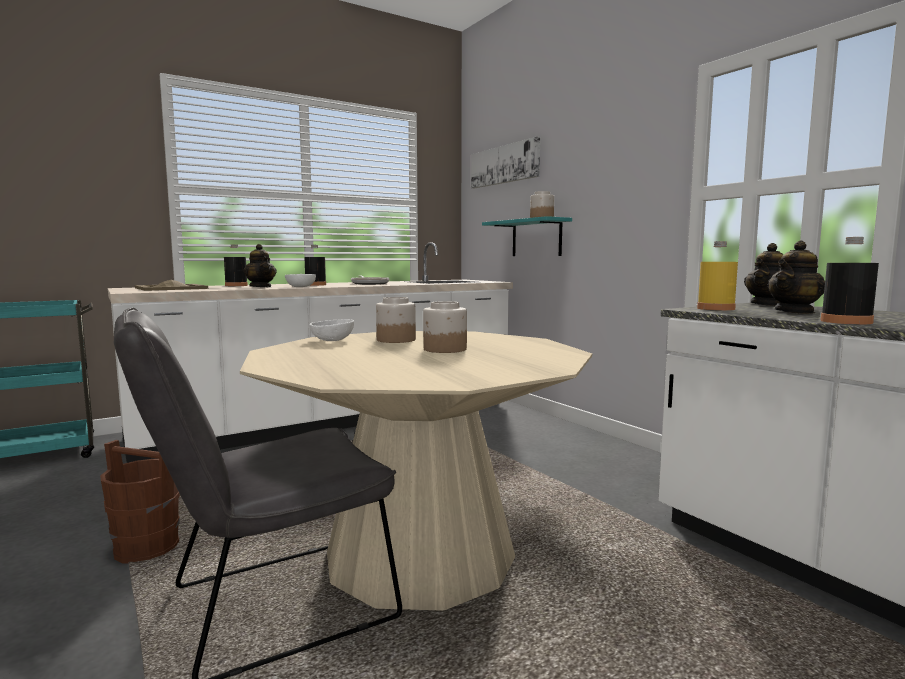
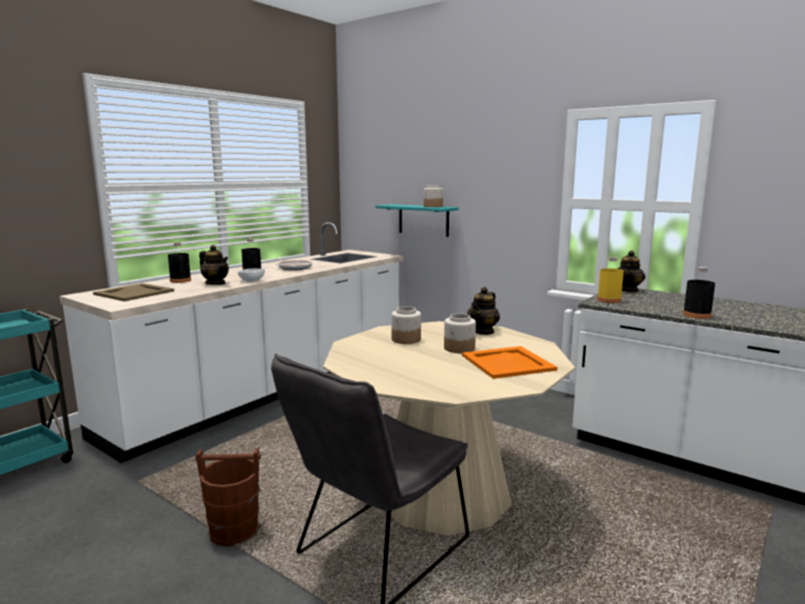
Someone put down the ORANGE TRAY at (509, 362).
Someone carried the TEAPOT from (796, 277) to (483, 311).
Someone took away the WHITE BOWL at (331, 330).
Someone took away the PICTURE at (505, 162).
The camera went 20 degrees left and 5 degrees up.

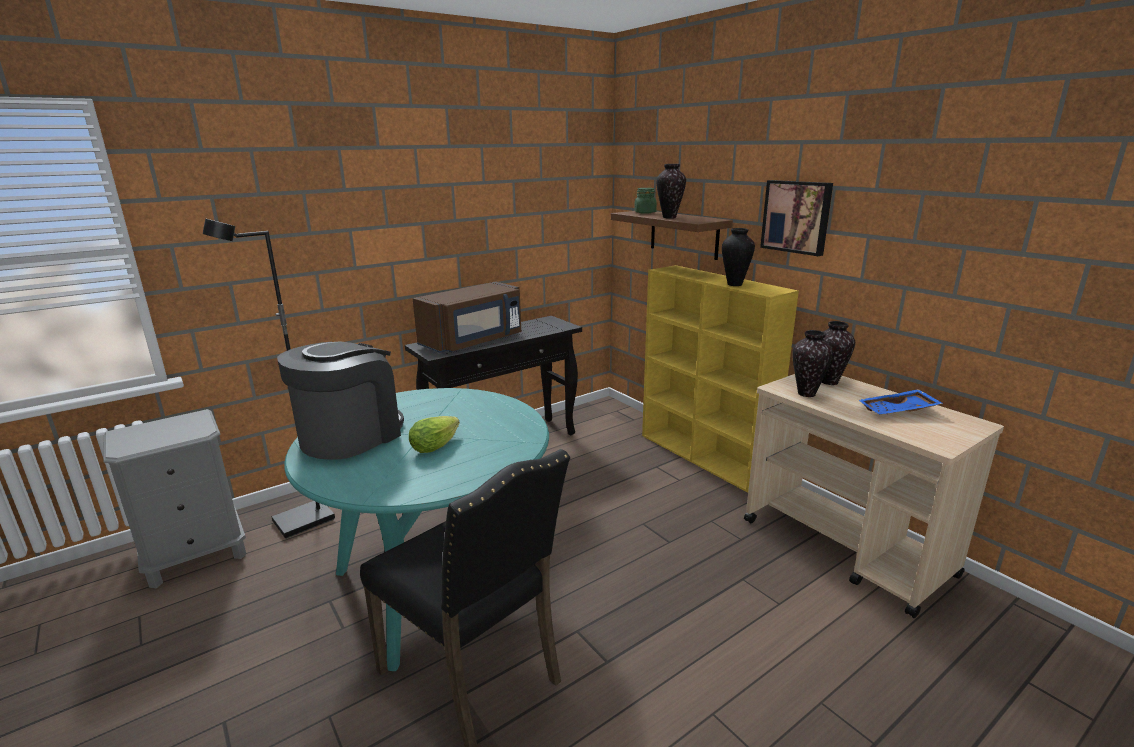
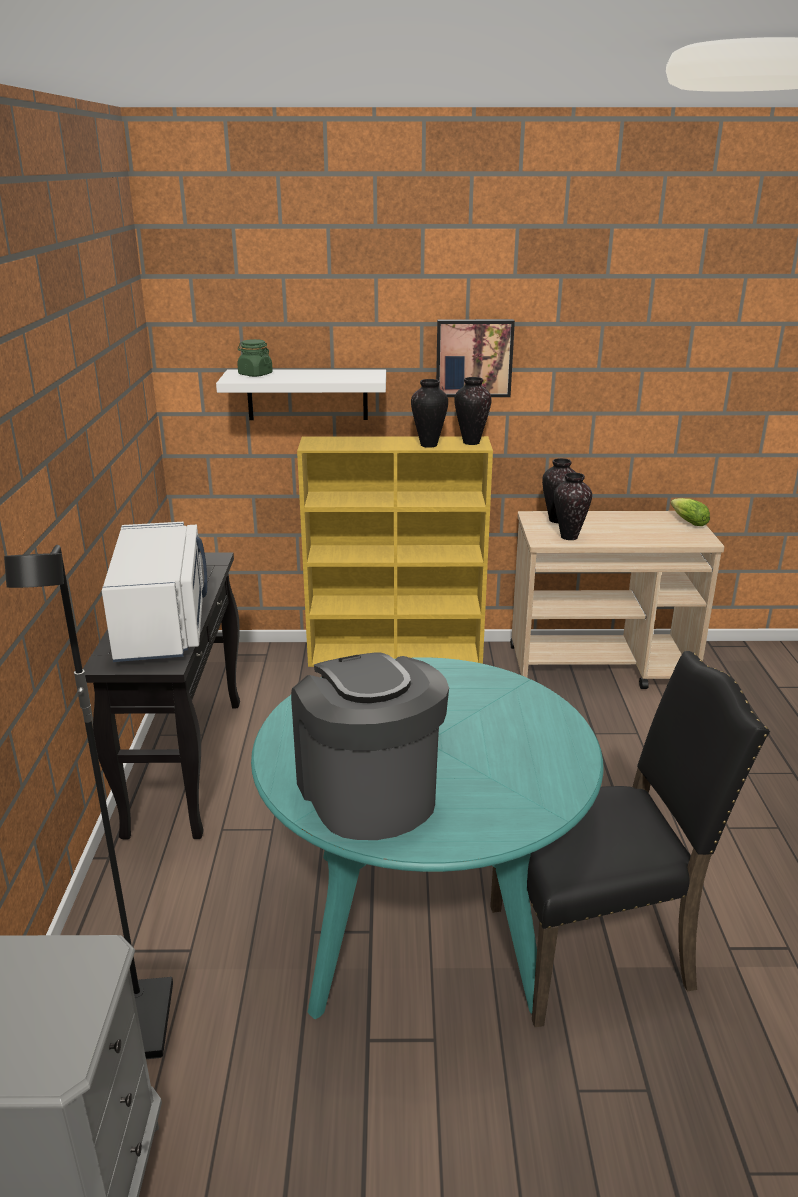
Someone repainted the BROWN MICROWAVE at (467, 317), which became the WHITE MICROWAVE at (154, 592).
Someone repainted the BROWN SHELF at (672, 235), which became the WHITE SHELF at (301, 394).
Someone carried the VASE from (671, 191) to (473, 411).
Someone carried the LETTUCE from (434, 434) to (690, 512).
Someone took away the BLUE TRAY at (901, 401).
The camera went 55 degrees left and 5 degrees up.

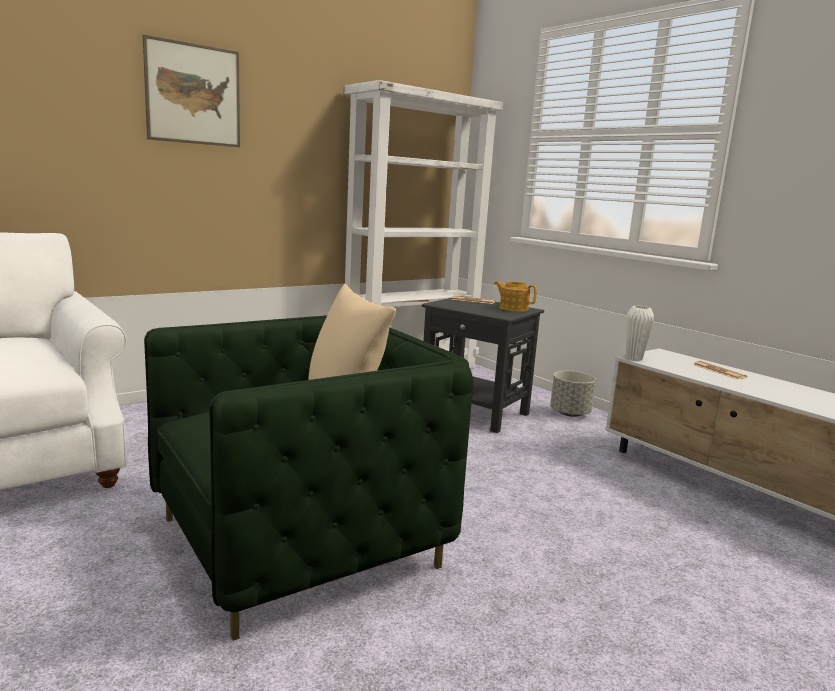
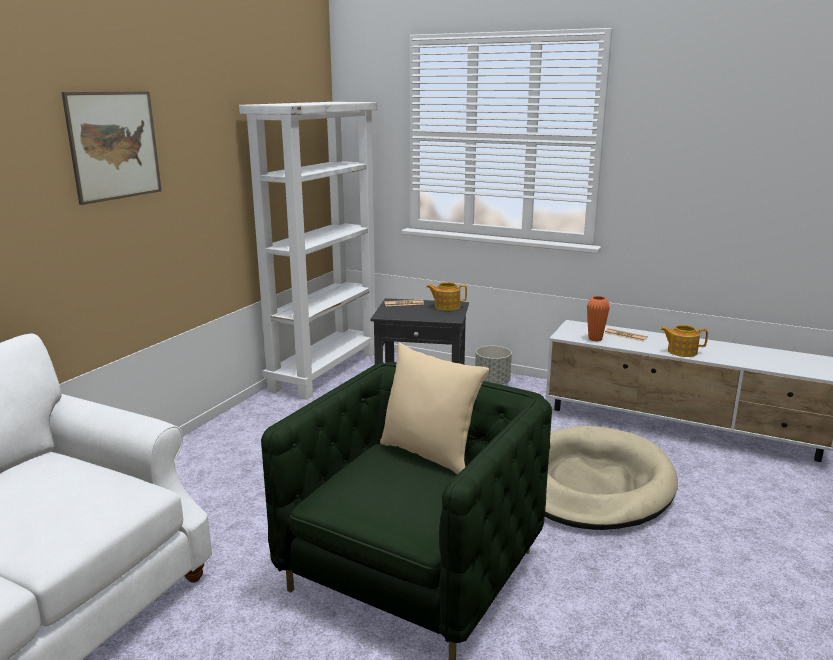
Someone put down the BEIGE DOG BED at (611, 478).
Someone put down the ORANGE VASE at (598, 318).
Someone put down the TEAPOT at (684, 341).
Someone took away the WHITE VASE at (640, 333).
The camera went 25 degrees left and 5 degrees up.

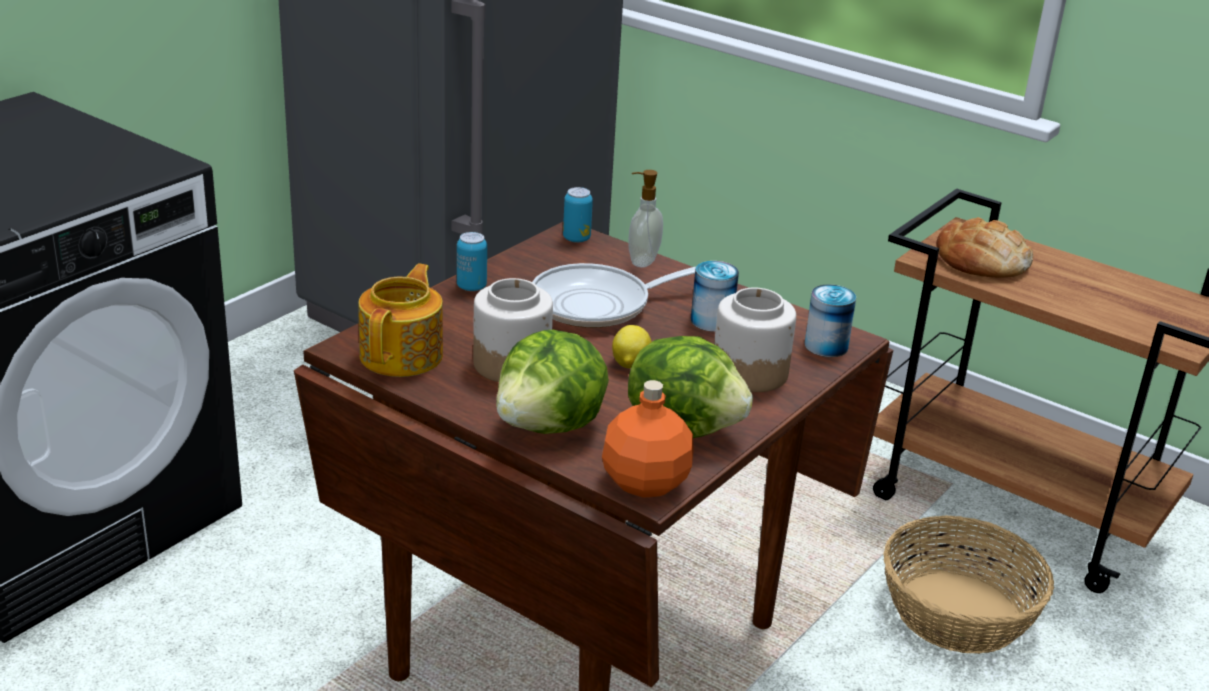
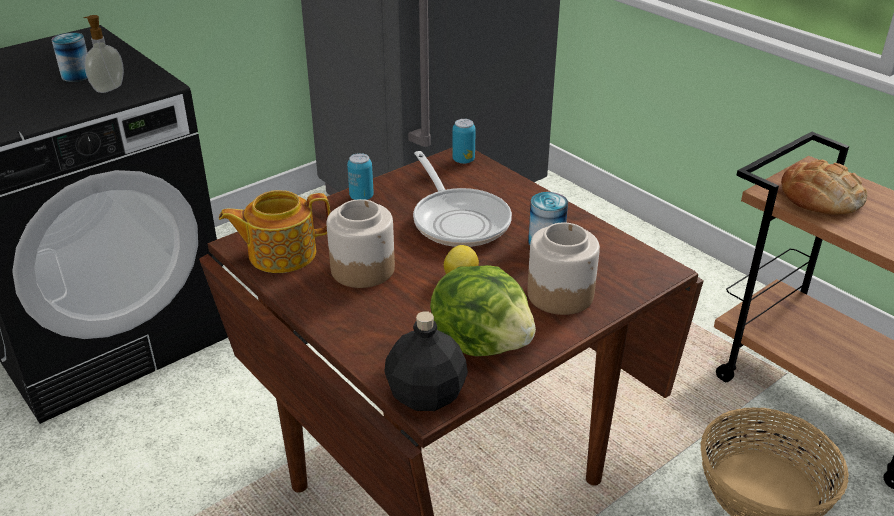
Someone carried the CAN from (830, 320) to (70, 57).
Someone carried the SOAP DISPENSER from (645, 219) to (103, 54).
Someone rotated the TEAPOT at (400, 320) by 135 degrees counterclockwise.
Someone repainted the ORANGE BOTTLE at (648, 439), which became the BLACK BOTTLE at (426, 361).
Someone rotated the FRYING PAN at (614, 295) by 105 degrees counterclockwise.
Someone took away the LETTUCE at (552, 382).
The camera went 15 degrees right and 5 degrees up.

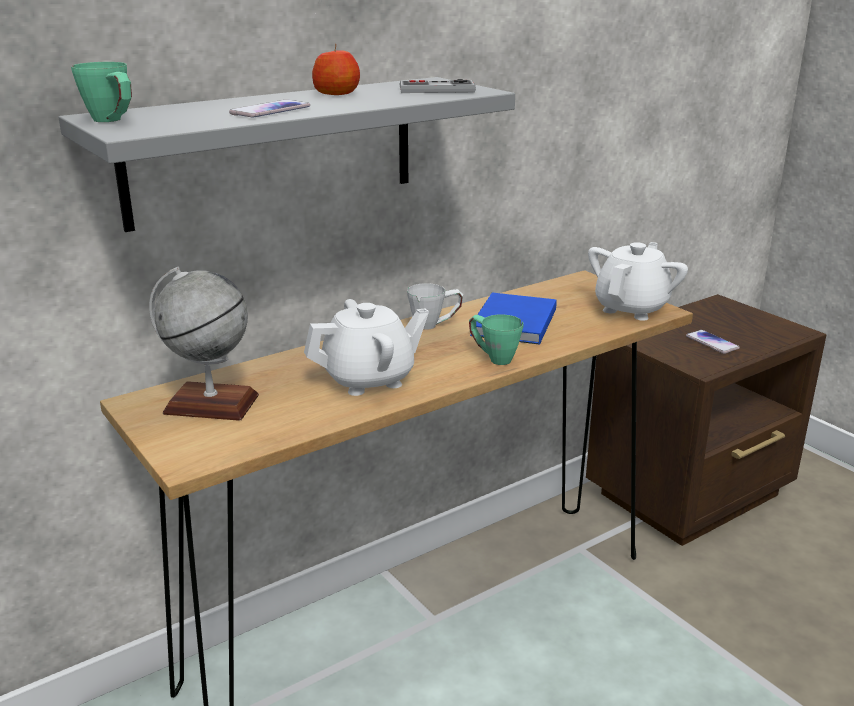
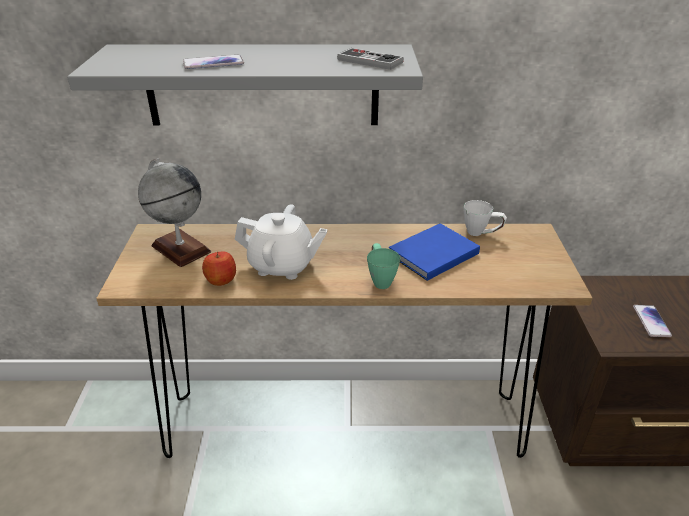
Someone carried the APPLE from (336, 69) to (219, 268).
Someone carried the WHITE MUG from (435, 306) to (485, 218).
Someone took away the GREEN MUG at (101, 92).
Someone took away the WHITE TEAPOT at (638, 281).
The camera went 35 degrees right and 10 degrees up.

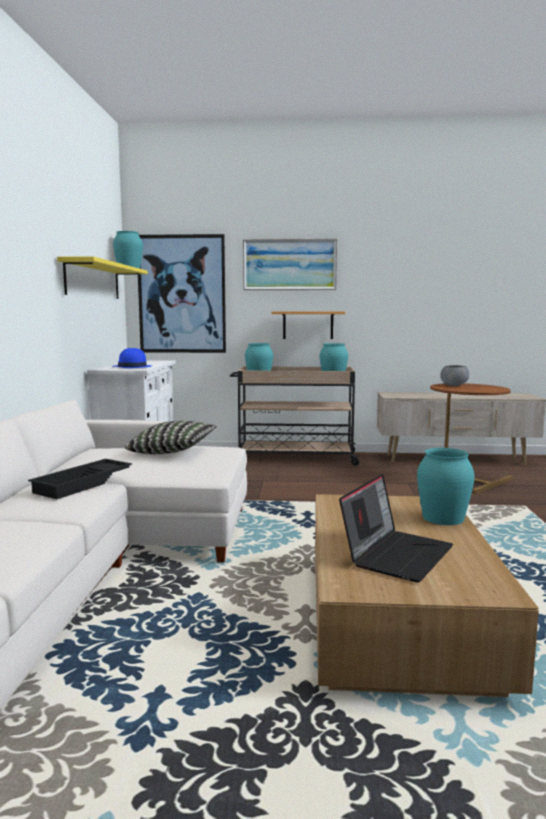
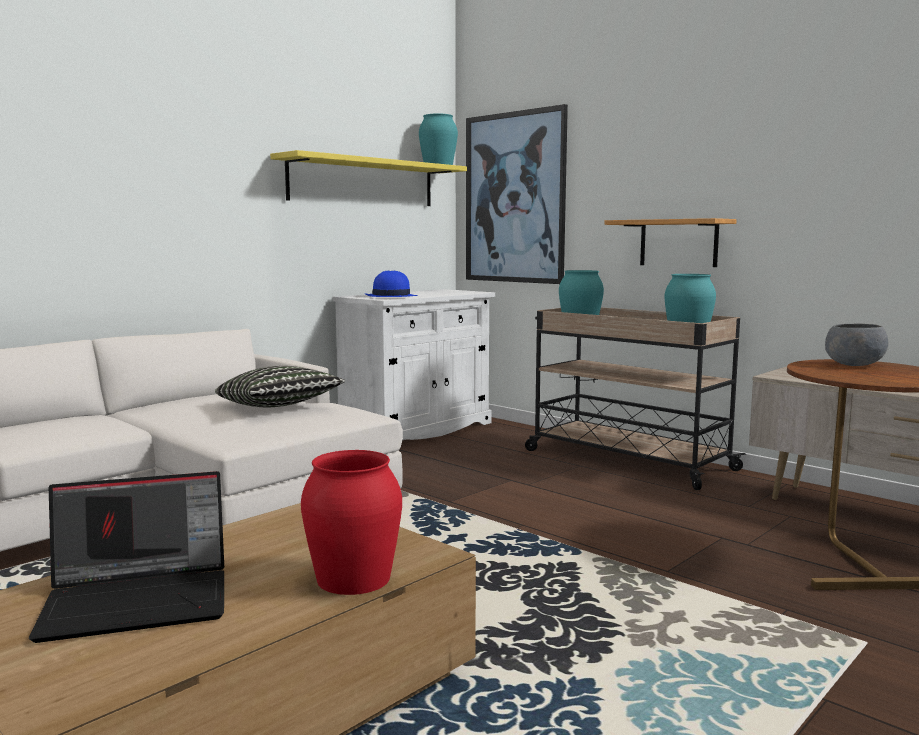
Someone repainted the TURQUOISE VASE at (446, 486), which became the RED VASE at (351, 522).
Someone took away the BLACK TRAY at (80, 479).
Someone took away the PICTURE at (290, 264).
The camera went 40 degrees right and 0 degrees up.

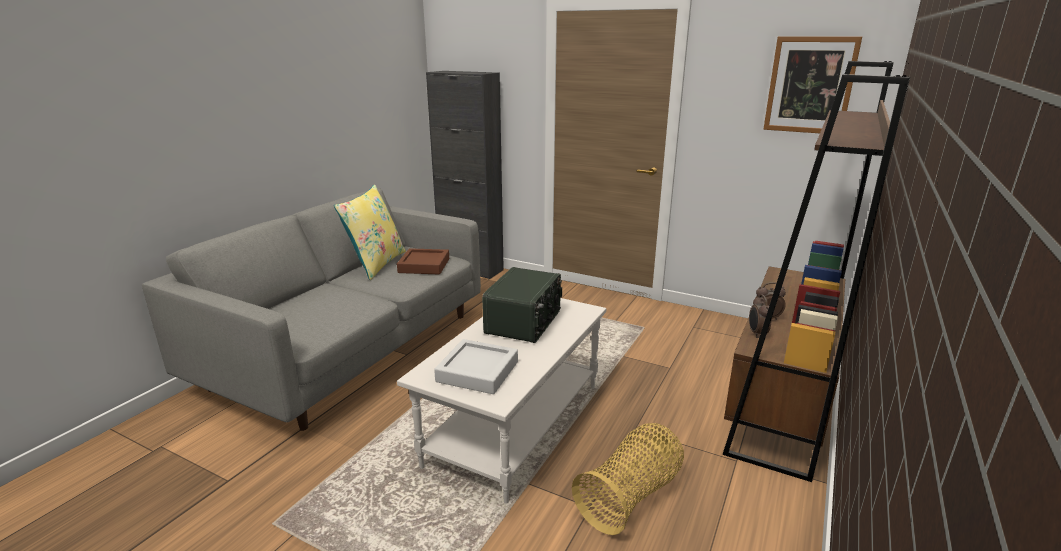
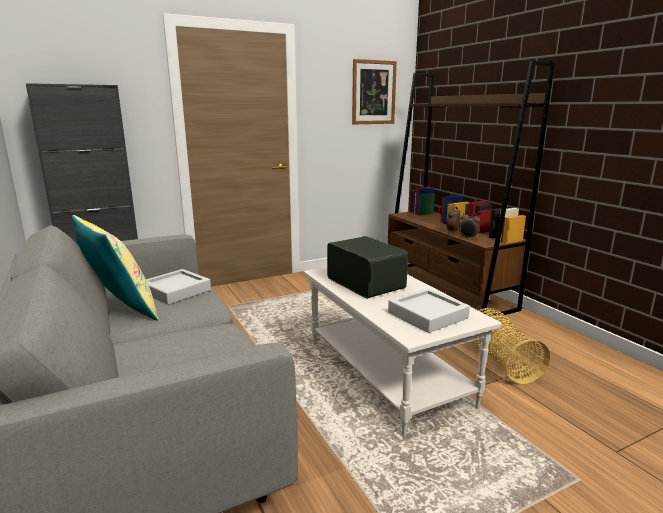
Someone repainted the BROWN TRAY at (423, 261), which became the GREY TRAY at (178, 287).
The camera went 55 degrees left and 5 degrees down.

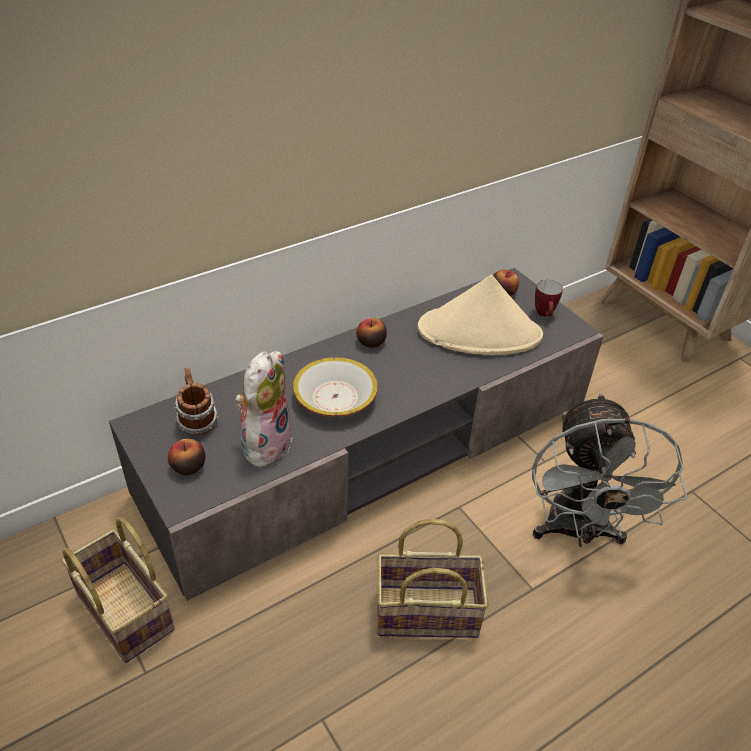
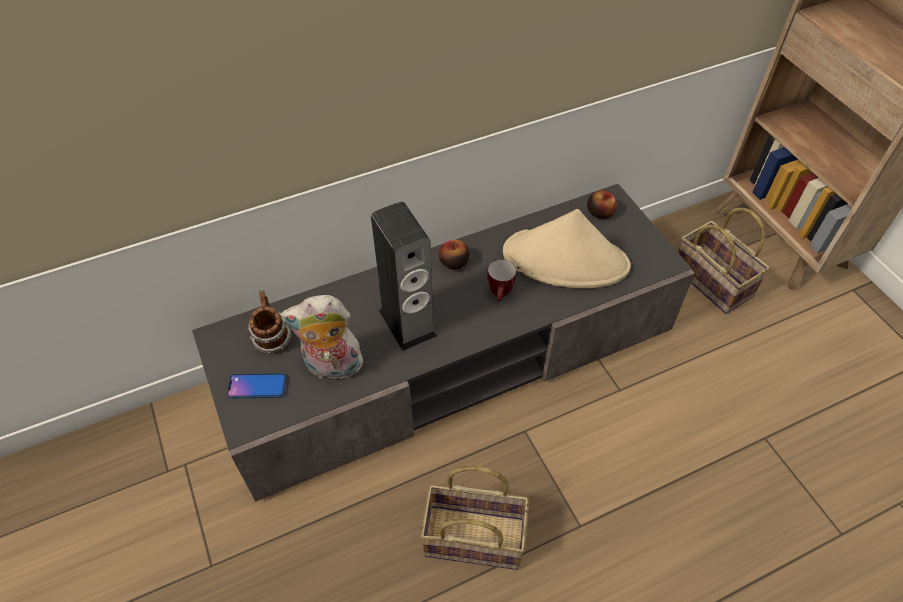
Someone swapped the APPLE at (186, 457) for the PHONE at (256, 385).
Someone rotated the PLUSH TOY at (264, 409) by 120 degrees counterclockwise.
Someone swapped the BOWL at (335, 387) for the SPEAKER at (404, 276).
Someone carried the MUG from (549, 298) to (501, 280).
Someone carried the BASKET from (118, 590) to (724, 261).
Someone took away the GREY FAN at (609, 470).
The camera went 10 degrees right and 10 degrees up.

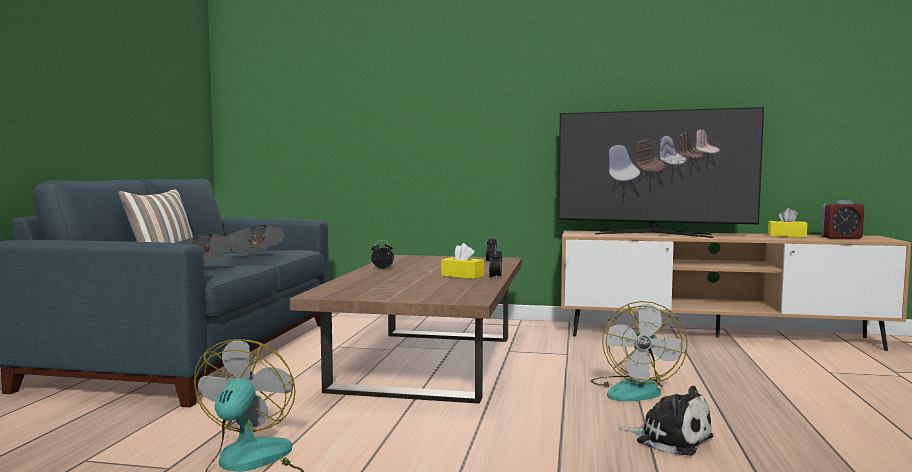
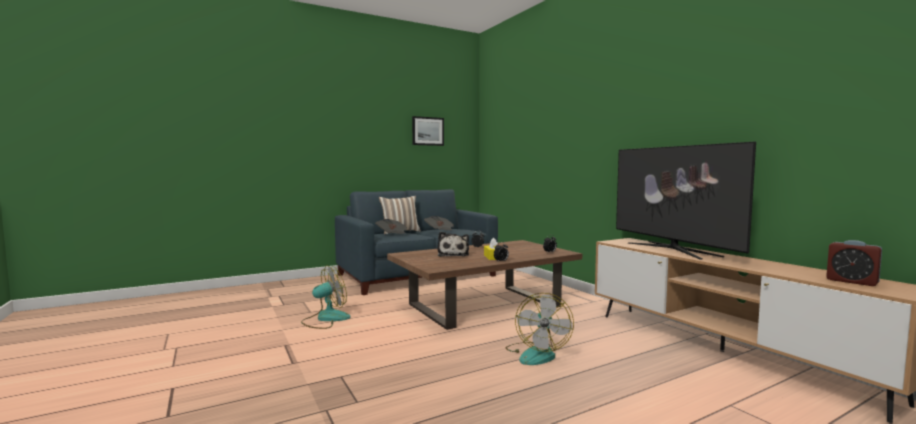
Someone put up the PICTURE at (428, 131).
Someone carried the PLUSH TOY from (666, 421) to (453, 244).
Someone rotated the FAN at (639, 351) by 60 degrees counterclockwise.
Someone took away the YELLOW TISSUE BOX at (787, 222).
The camera went 50 degrees right and 0 degrees up.

